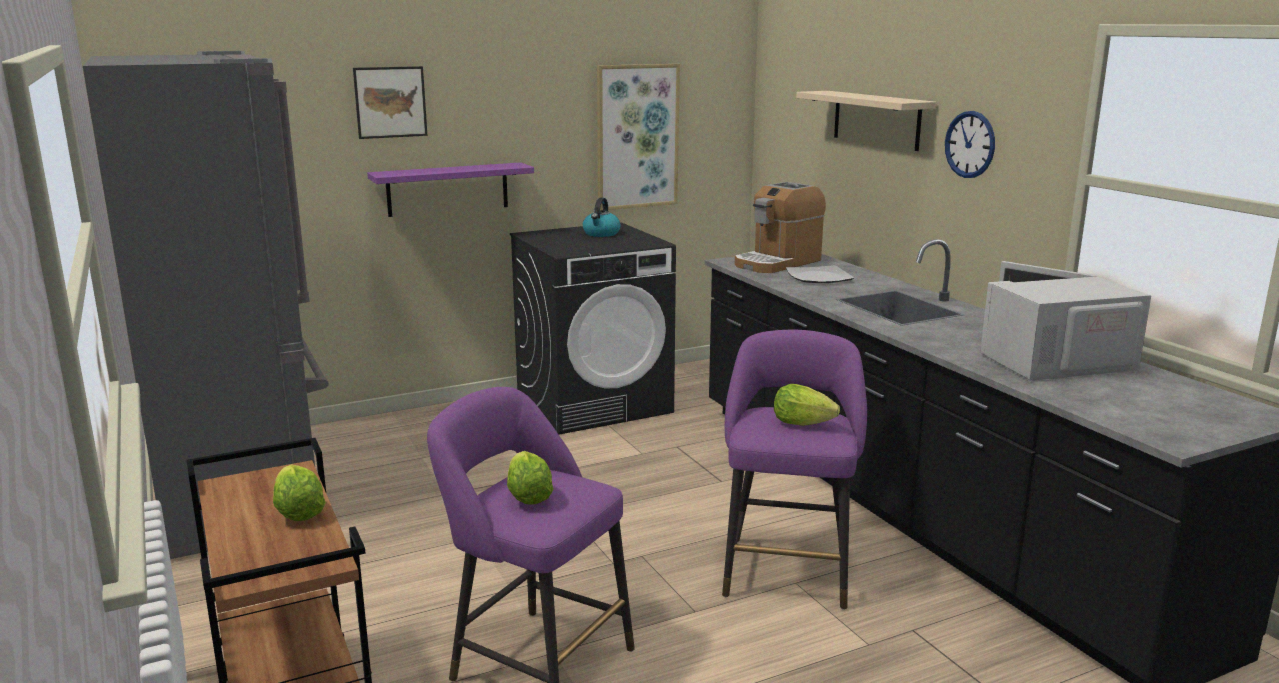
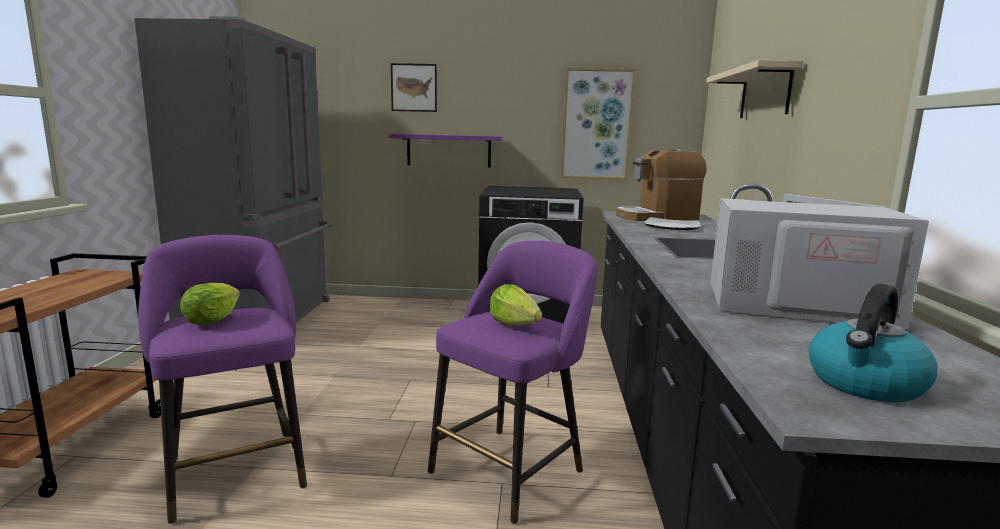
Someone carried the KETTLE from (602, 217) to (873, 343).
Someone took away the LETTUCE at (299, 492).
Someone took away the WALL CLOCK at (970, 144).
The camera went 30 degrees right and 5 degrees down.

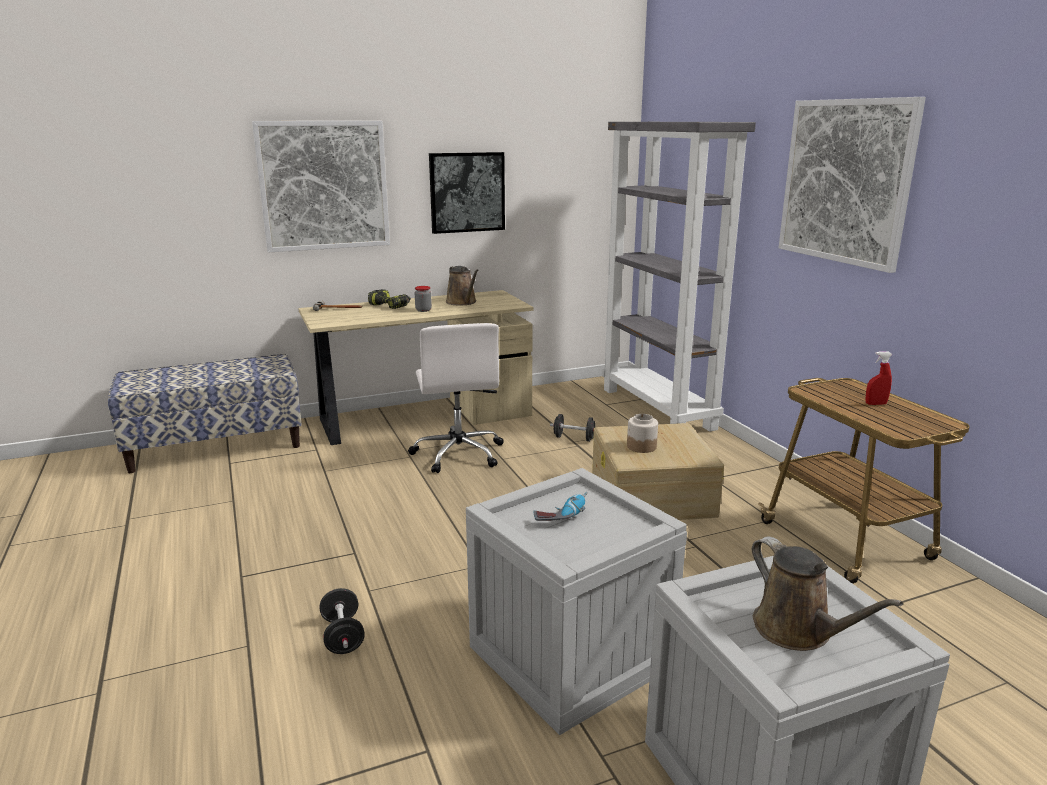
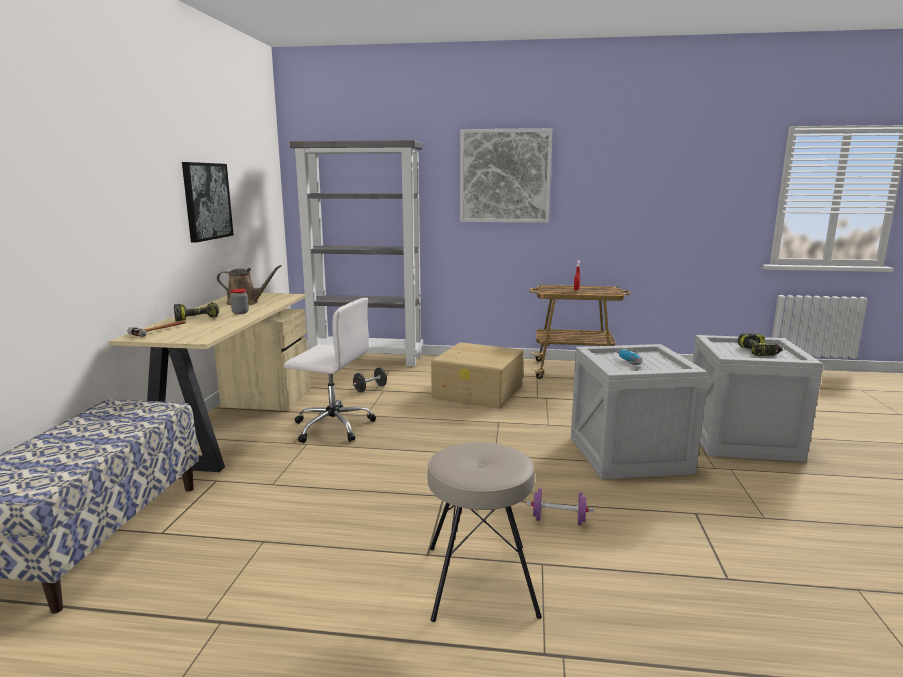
Someone put down the BEIGE STOOL at (484, 532).
Someone repainted the BLACK DUMBBELL at (342, 621), which became the PURPLE DUMBBELL at (560, 506).
Someone swapped the BROWN WATERING CAN at (827, 594) for the POWER DRILL at (760, 344).
Someone took away the PICTURE at (321, 187).
Someone took away the JAR at (642, 433).
The camera went 60 degrees left and 5 degrees down.

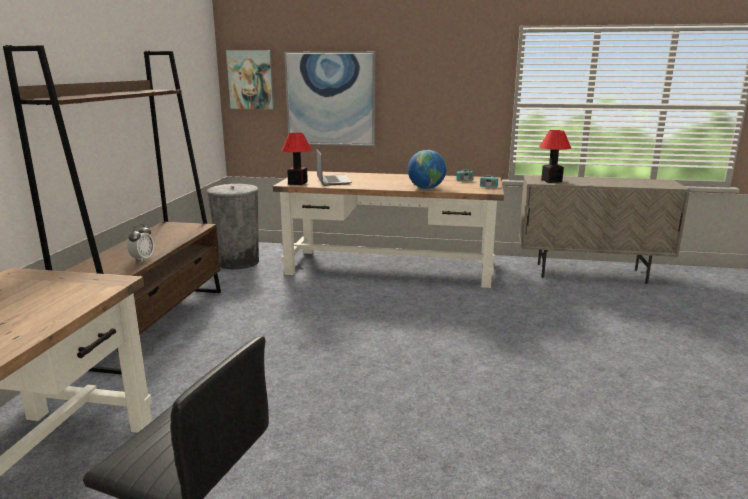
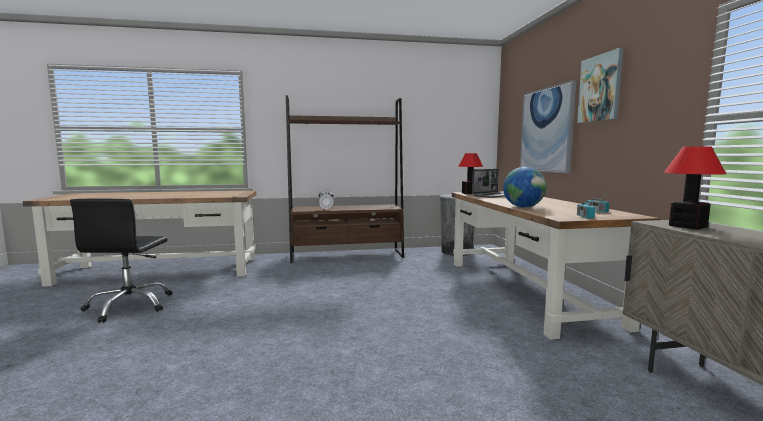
Someone carried the PICTURE from (250, 79) to (600, 85).
The camera went 70 degrees right and 10 degrees down.

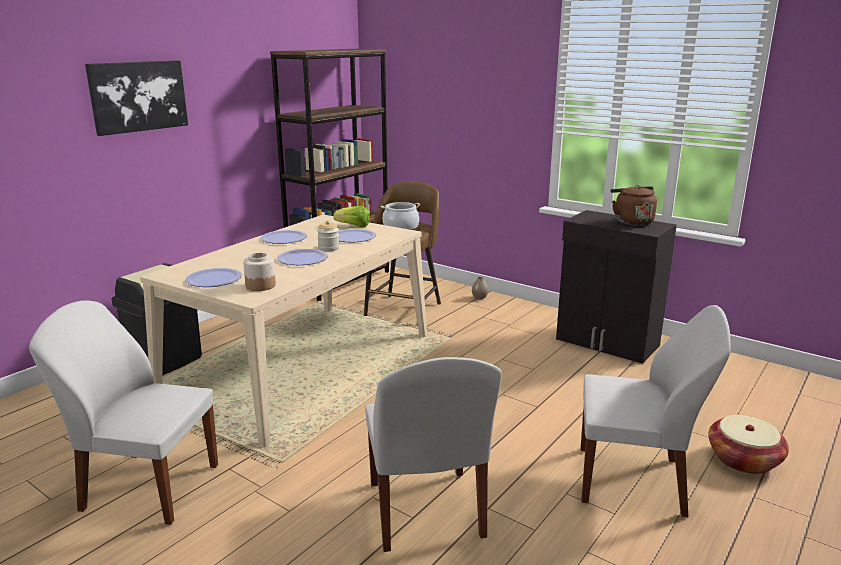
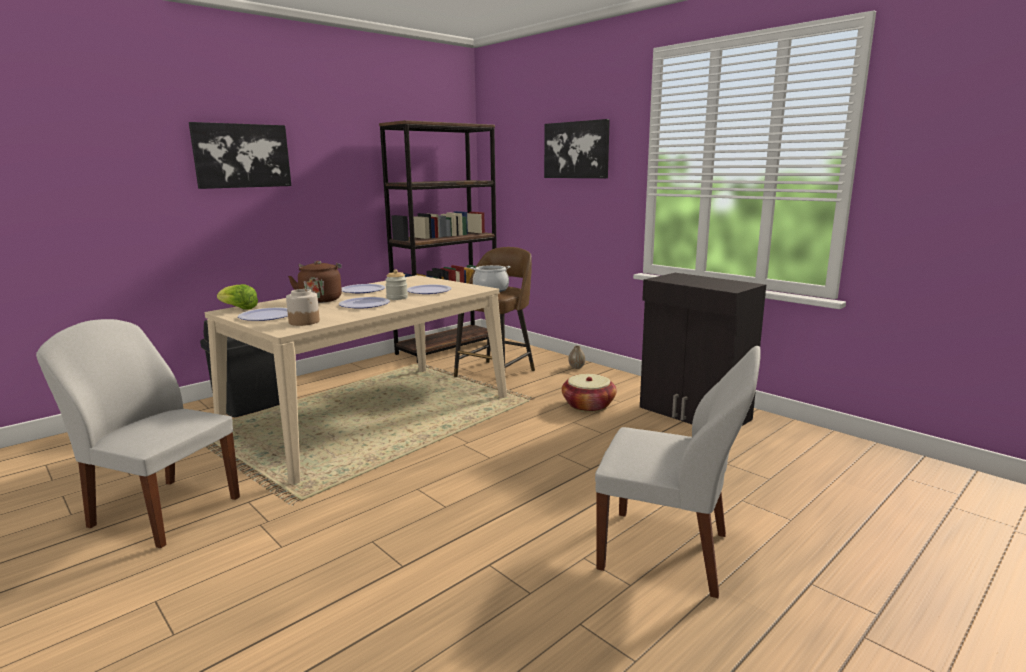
Someone carried the LETTUCE from (351, 216) to (237, 297).
Someone carried the BROWN KETTLE from (633, 205) to (315, 282).
Someone put up the PICTURE at (577, 148).
Someone carried the BASKET from (748, 444) to (589, 393).
Someone took away the WHITE CHAIR at (433, 454).
The camera went 10 degrees right and 5 degrees down.

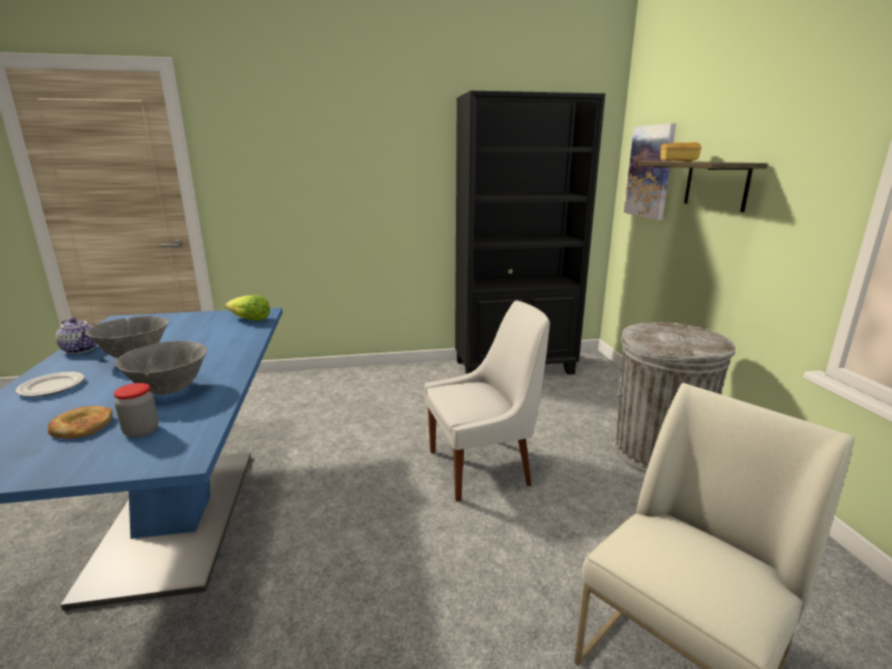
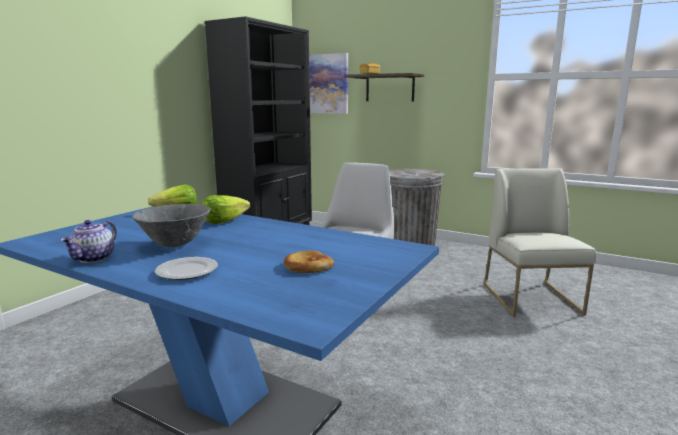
Someone rotated the TEAPOT at (76, 336) by 120 degrees clockwise.
Someone put down the LETTUCE at (226, 209).
Someone took away the JAR at (136, 410).
Someone took away the GREY BOWL at (161, 368).
The camera went 50 degrees left and 5 degrees down.

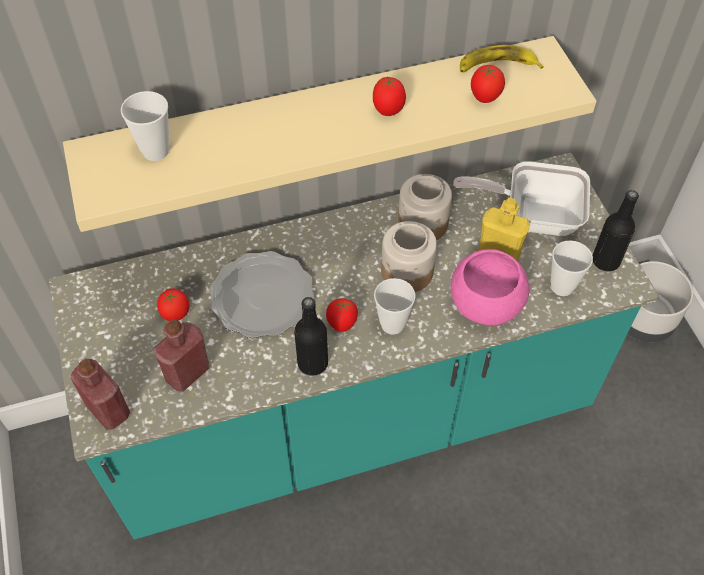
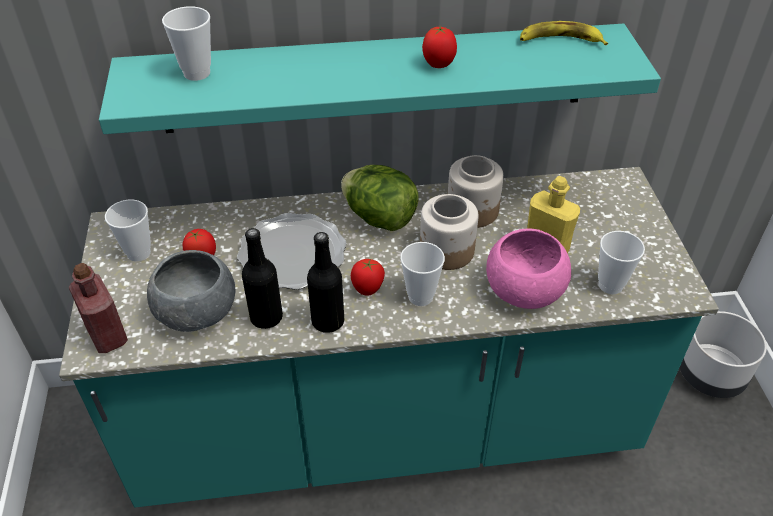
Someone repainted the BEIGE SHELF at (330, 134), which became the TURQUOISE SHELF at (380, 78).
Someone put down the CUP at (128, 230).
Someone swapped the RED BOTTLE at (181, 355) for the GREY BOWL at (191, 291).
Someone carried the BLACK BOTTLE from (615, 230) to (262, 278).
Someone put down the LETTUCE at (380, 198).
Someone took away the FRYING PAN at (521, 198).
Someone took away the TOMATO at (488, 84).
The camera went 10 degrees right and 10 degrees down.

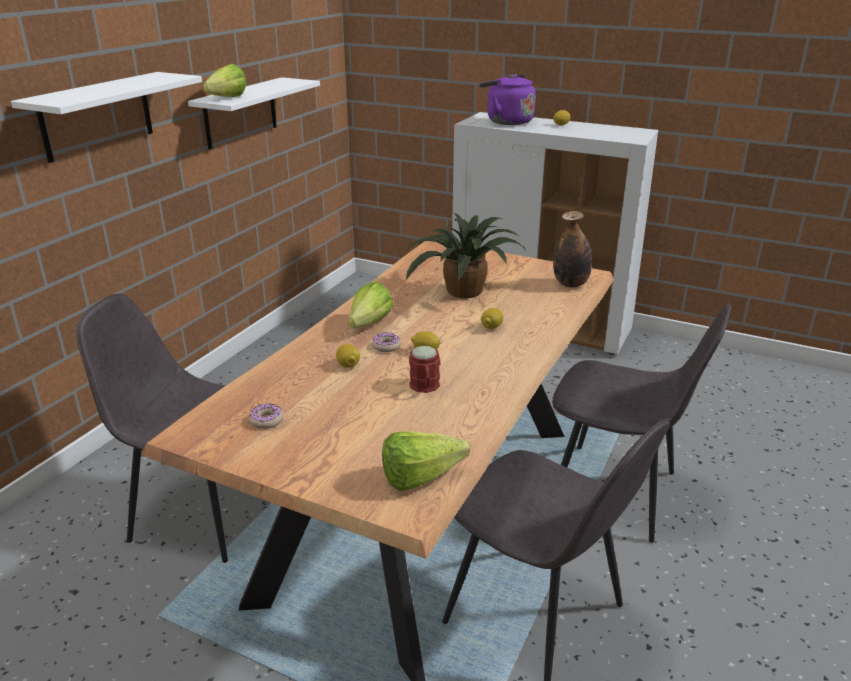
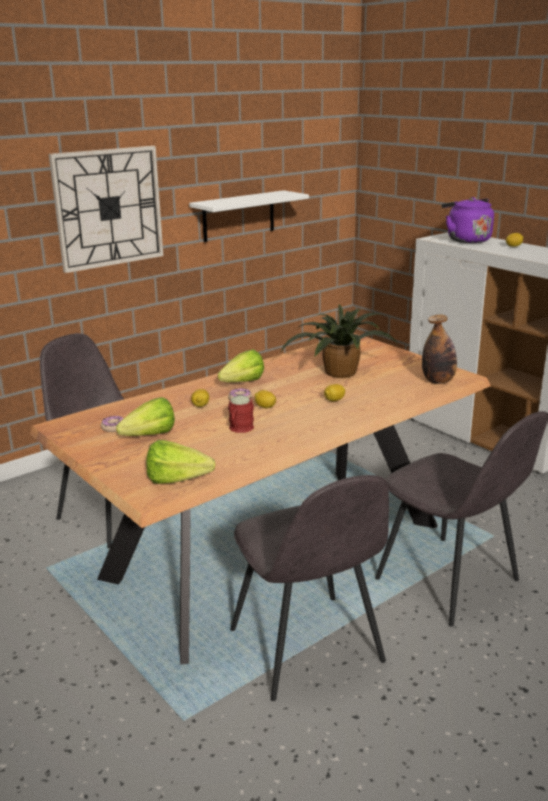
Someone swapped the WHITE SHELF at (106, 117) for the WALL CLOCK at (106, 209).
Someone carried the LETTUCE from (224, 80) to (145, 416).
The camera went 25 degrees right and 5 degrees down.

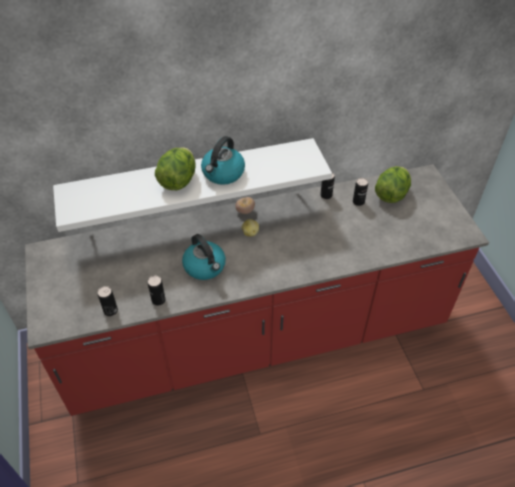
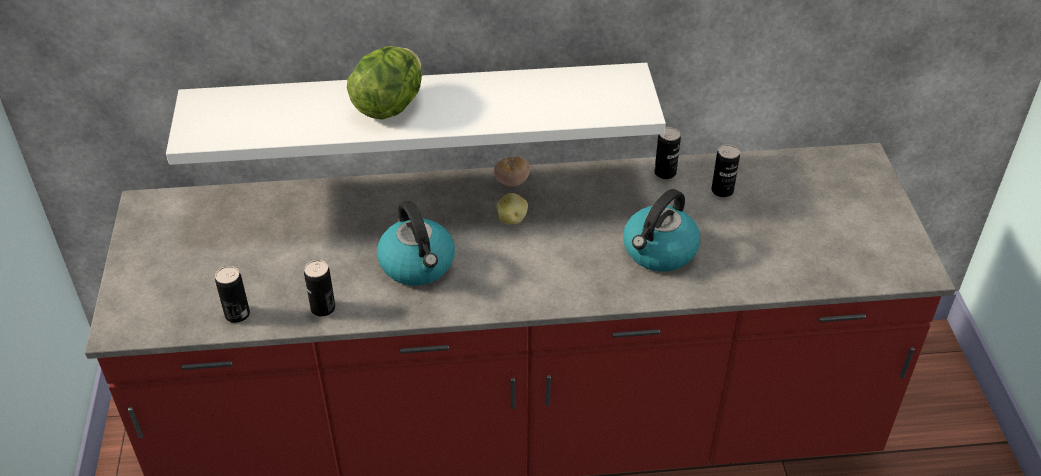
Someone carried the KETTLE from (223, 160) to (661, 230).
Someone took away the LETTUCE at (393, 184).
The camera went 10 degrees right and 5 degrees down.

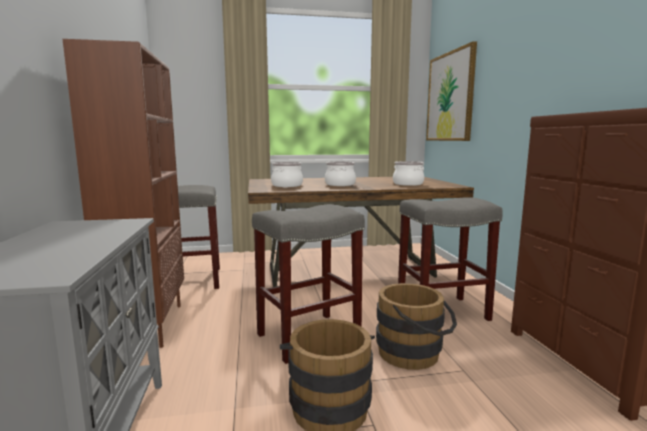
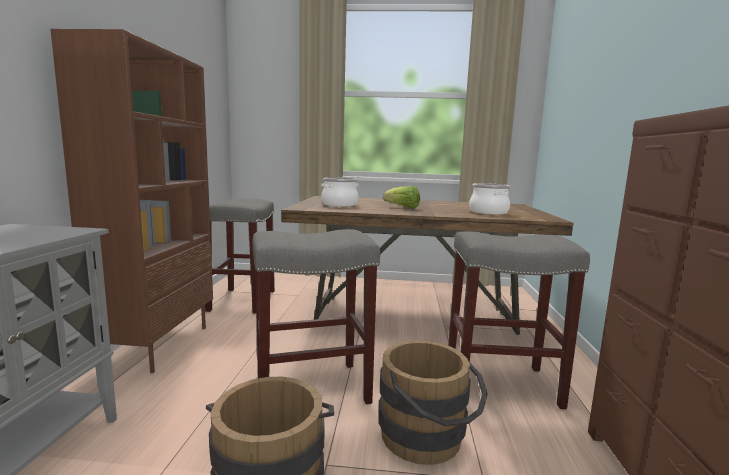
Someone swapped the COOKING POT at (340, 173) for the LETTUCE at (401, 197).
Someone took away the PICTURE at (451, 91).
The camera went 15 degrees right and 0 degrees up.

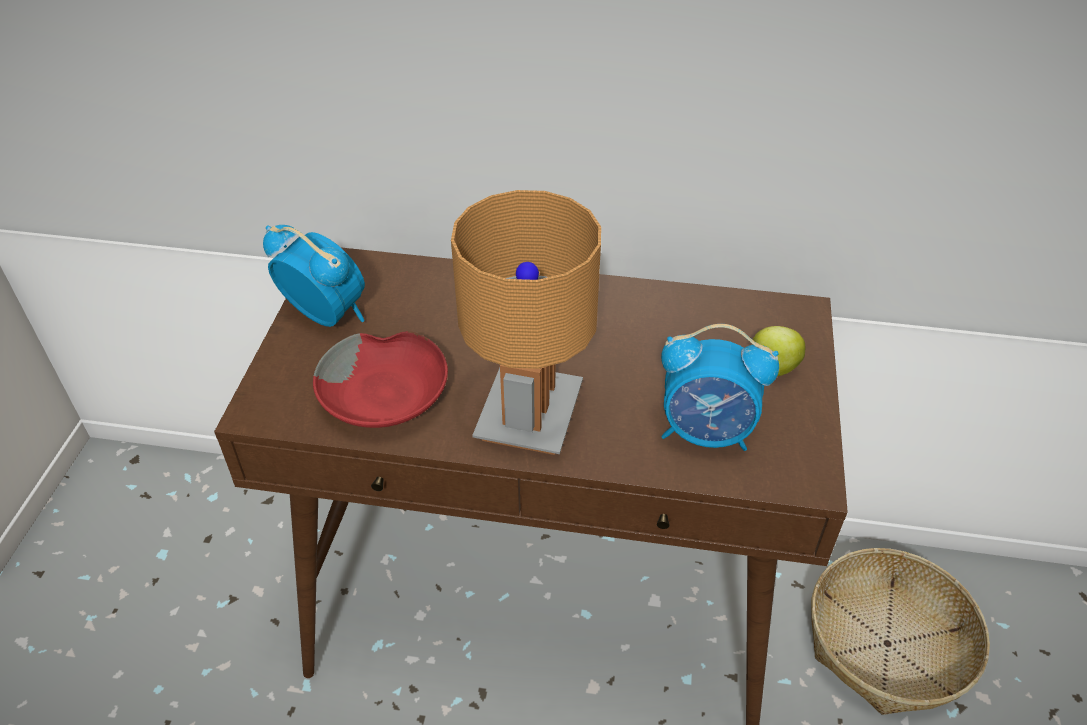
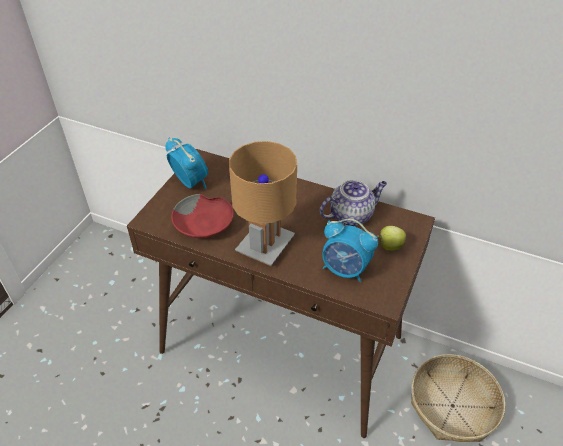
Someone put down the TEAPOT at (353, 203).
The camera went 15 degrees right and 0 degrees up.

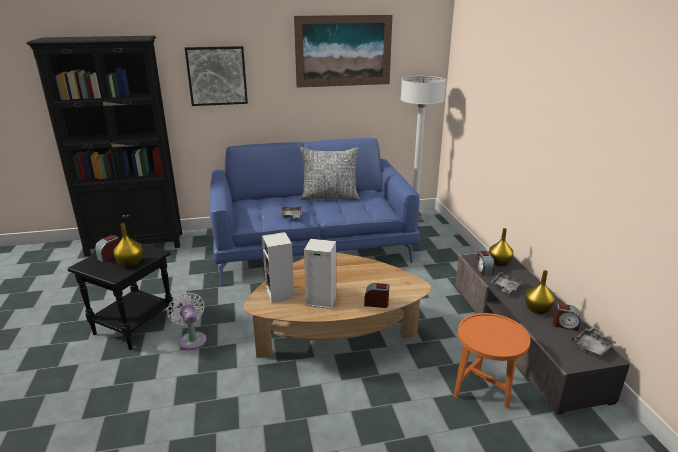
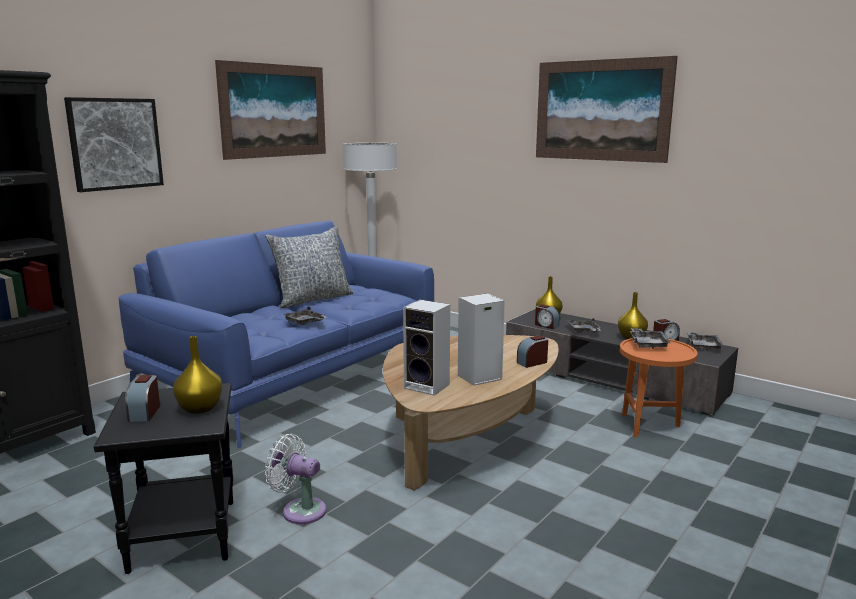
Someone put up the PICTURE at (607, 109).
Someone put down the GREY TRAY at (650, 338).
The camera went 40 degrees left and 10 degrees down.

